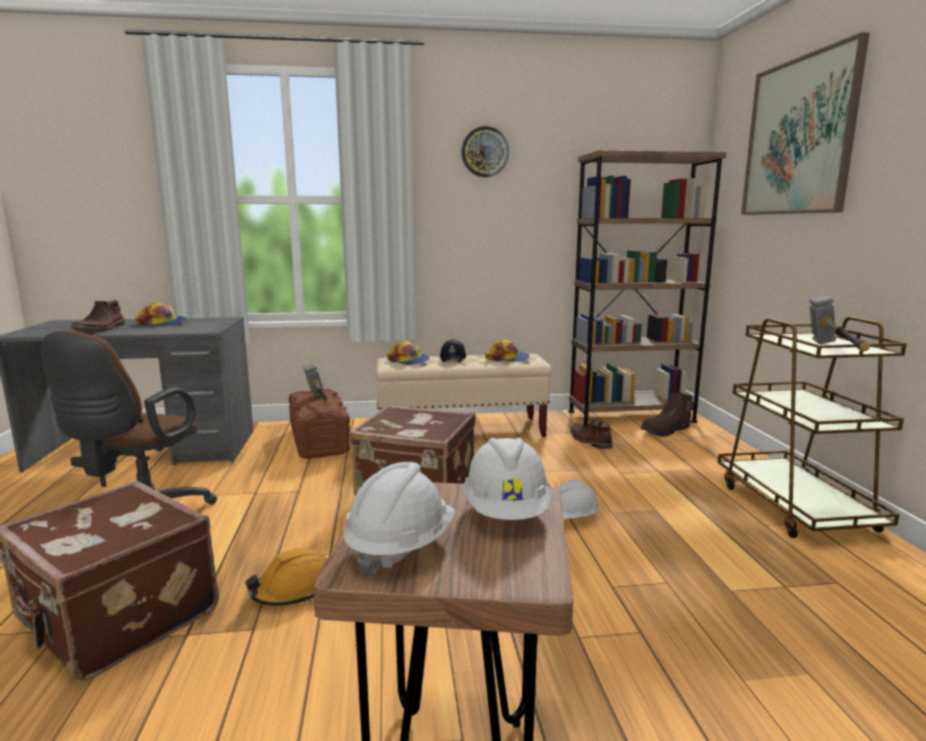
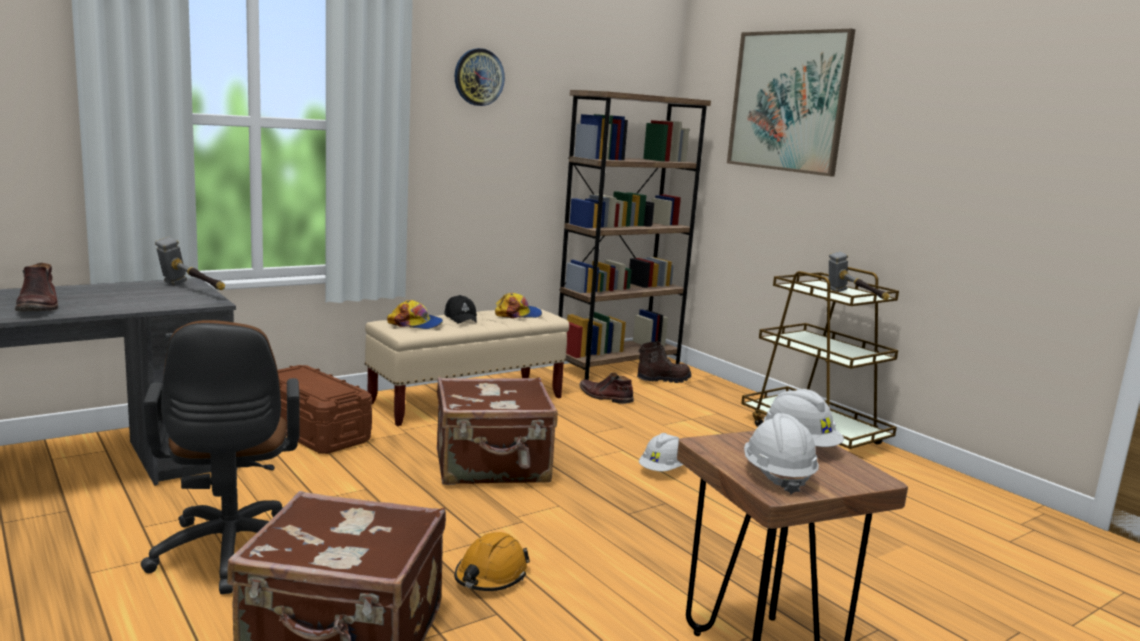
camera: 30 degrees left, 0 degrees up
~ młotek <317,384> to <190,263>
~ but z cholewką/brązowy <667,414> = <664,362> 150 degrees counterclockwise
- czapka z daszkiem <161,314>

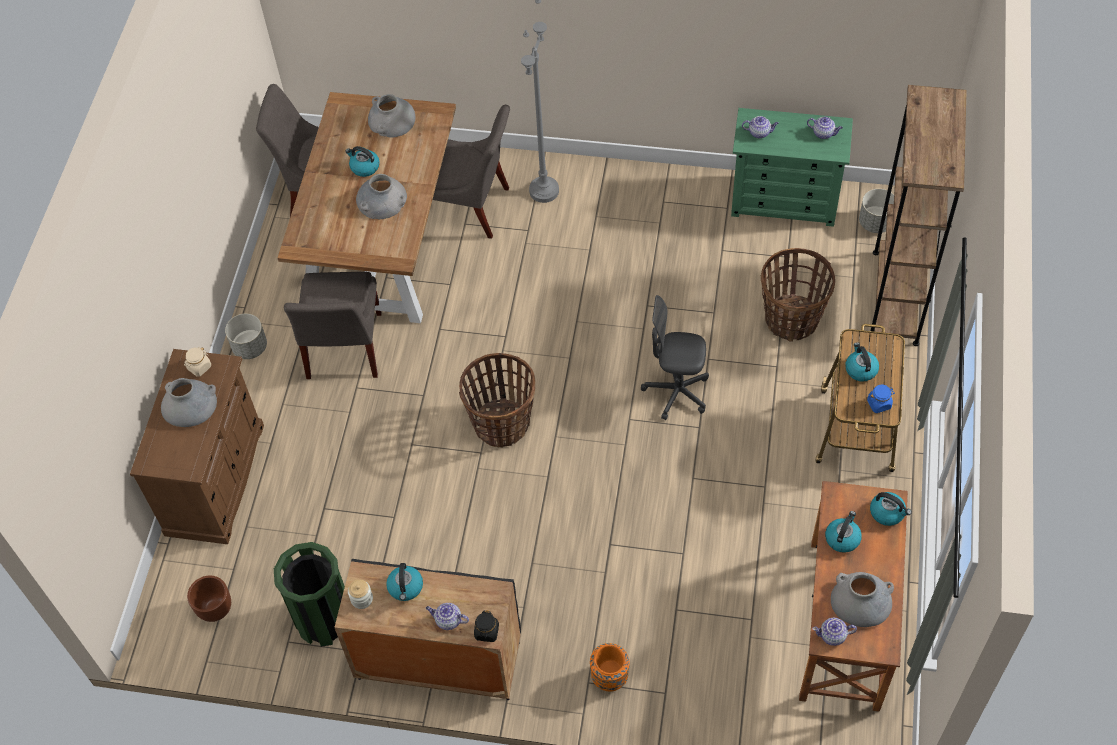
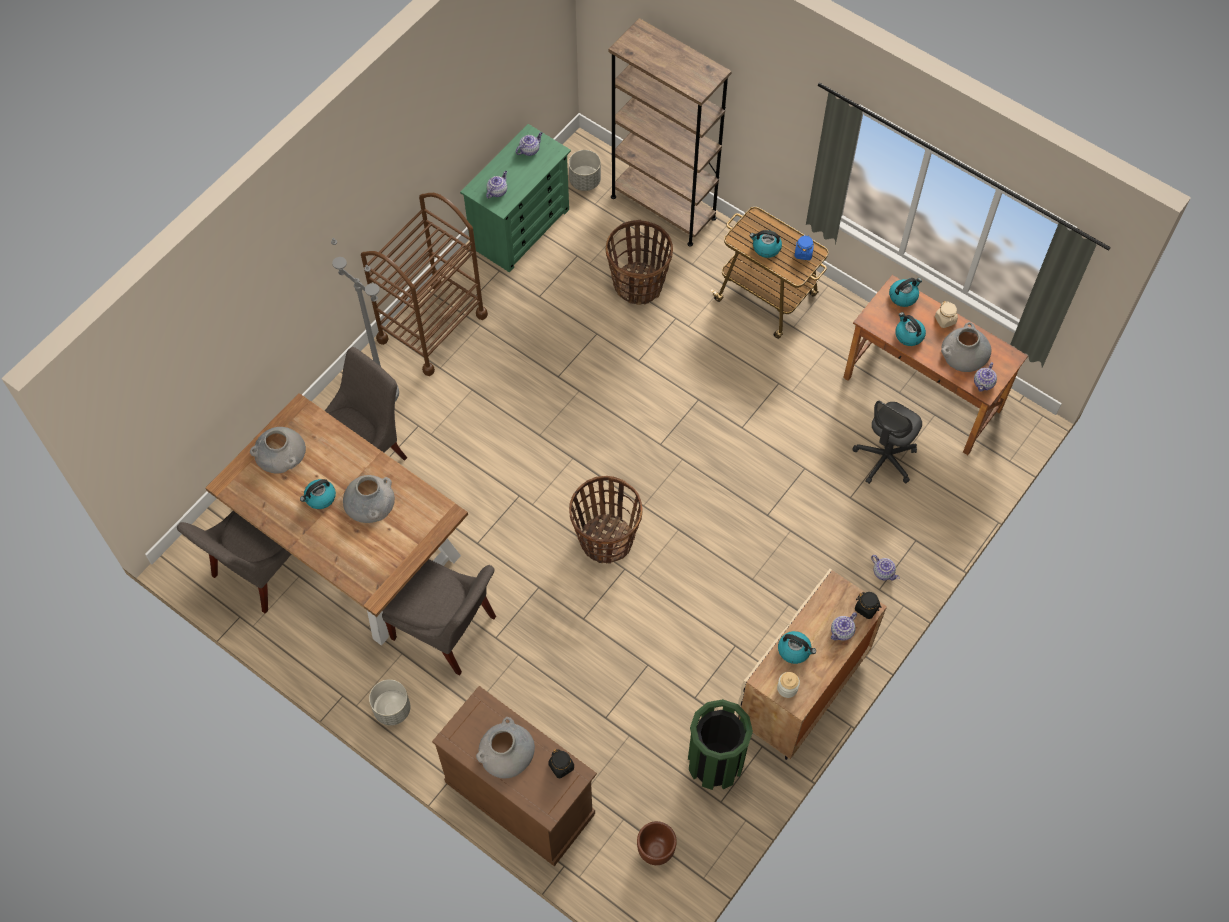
camera: 65 degrees left, 5 degrees up
+ wózek/brązowy <424,284>
+ słoik/czarny <561,763>
~ szafka/czarny <428,629> to szafka/beżowy <811,664>
~ krzesło biurowe/szary <675,357> to <887,442>
~ wazon/pomarańczowy <610,667> to imbryk <885,568>
~ słoik/beżowy <197,362> to <946,314>

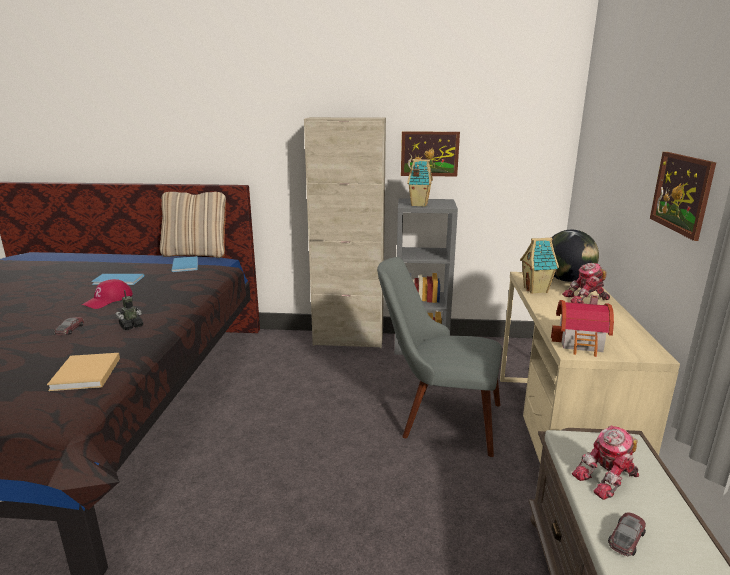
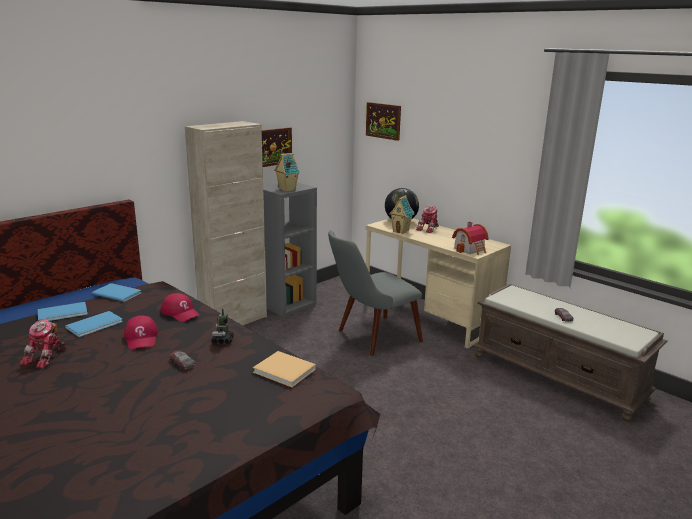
camera: 50 degrees left, 0 degrees up
~ robot zabawkowy <605,462> to <43,344>
+ książka/niebieski <62,311>
+ czapka z daszkiem/czerwony <180,307>
~ obraz <683,196> to <383,121>
- poduszka/beżowy <193,225>

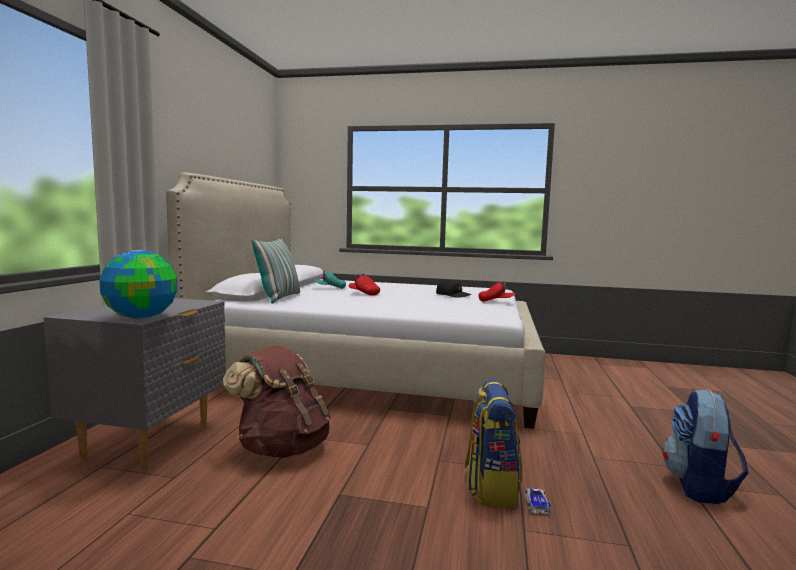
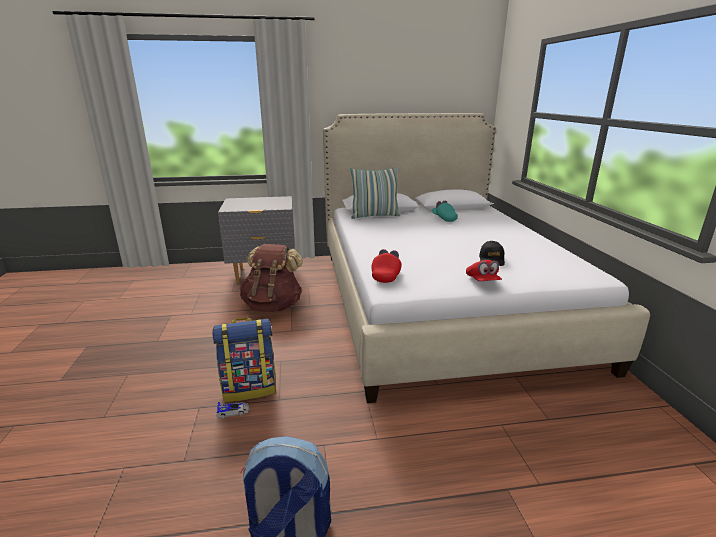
camera: 70 degrees right, 15 degrees up
~ czapka z daszkiem/czerwony <364,284> to <386,266>
- globus <138,284>

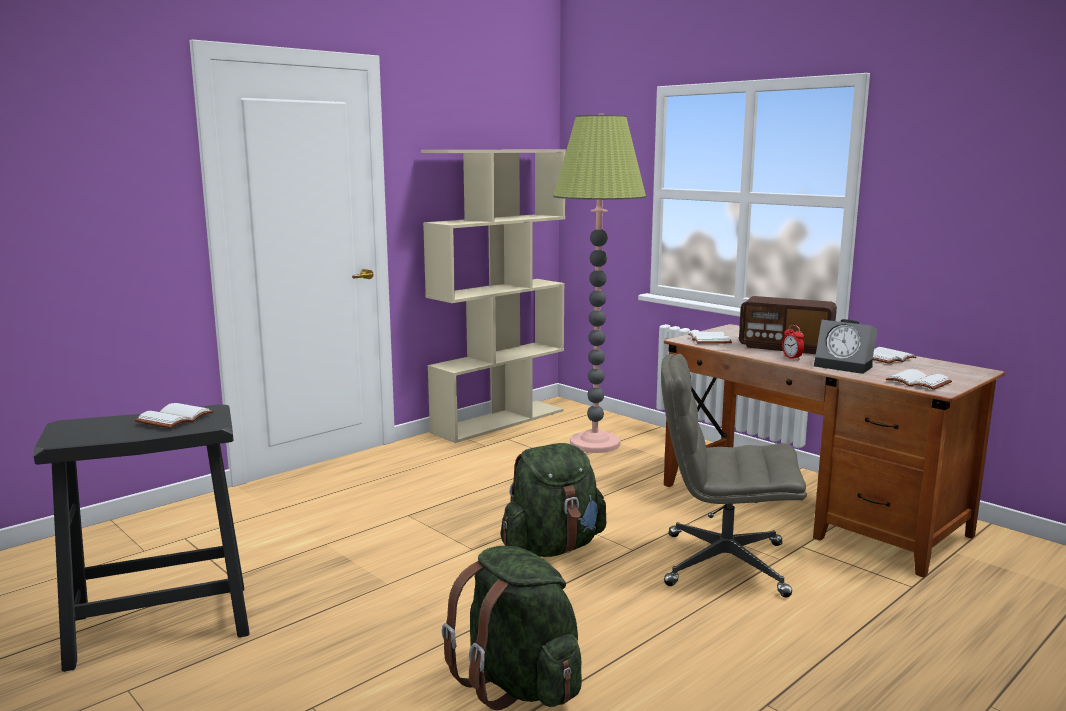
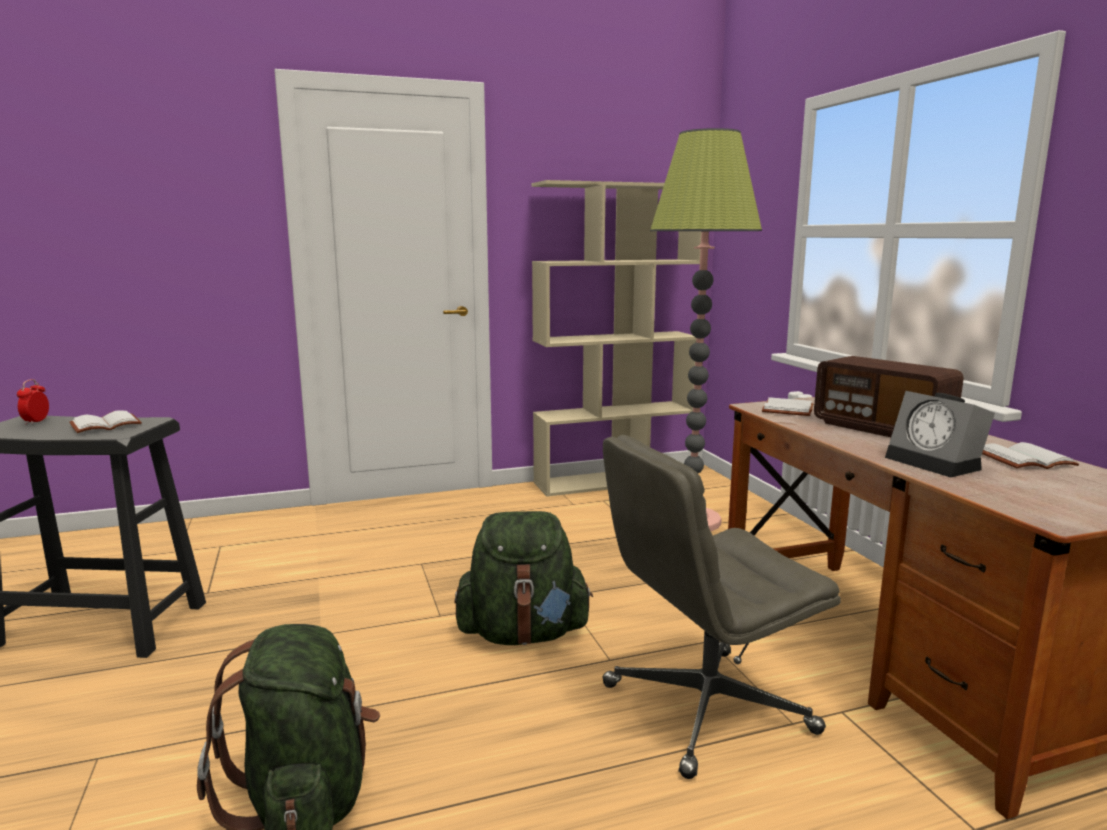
camera: 25 degrees right, 0 degrees up
~ budzik <793,342> to <33,402>
~ krzesło biurowe/szary <734,476> = <721,607> 60 degrees counterclockwise
- książka/biały <919,379>

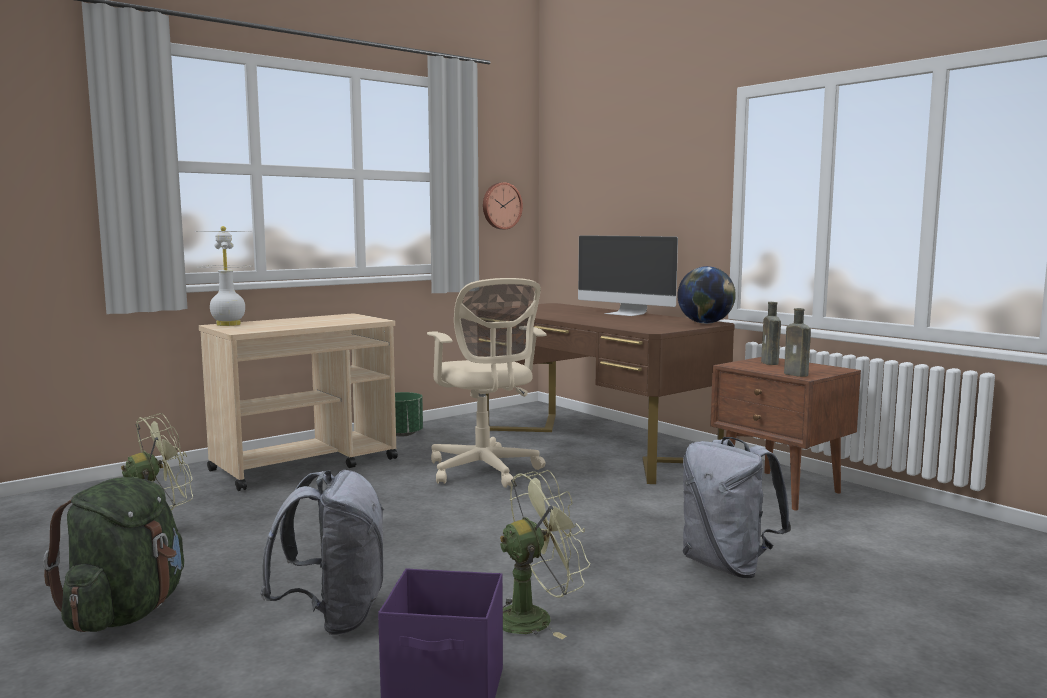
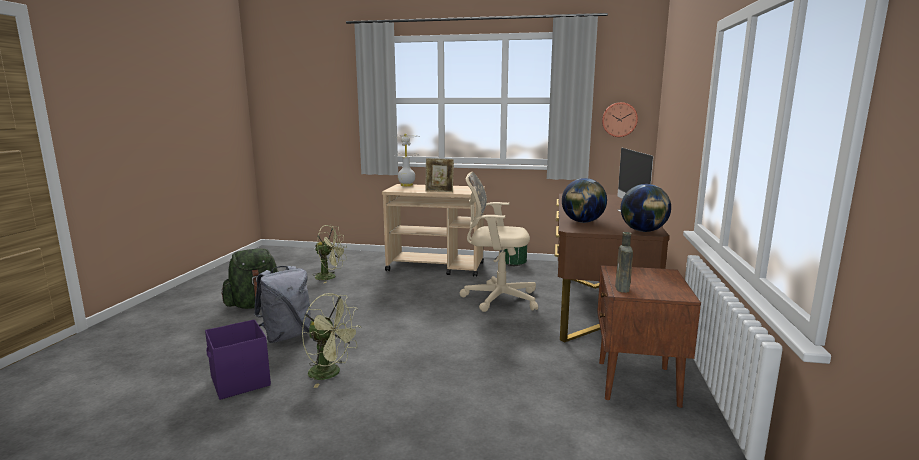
camera: 50 degrees right, 5 degrees up
+ ramka na zdjęcie <439,175>
~ krzesło biurowe/beżowy <487,383> = <499,242> 75 degrees clockwise
+ globus <584,200>
- plecak/szary <737,507>
- butelka/brązowy <771,333>

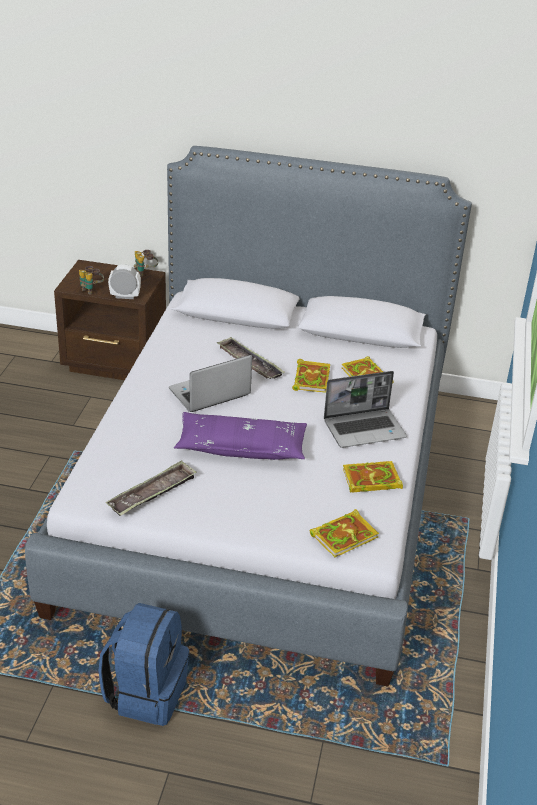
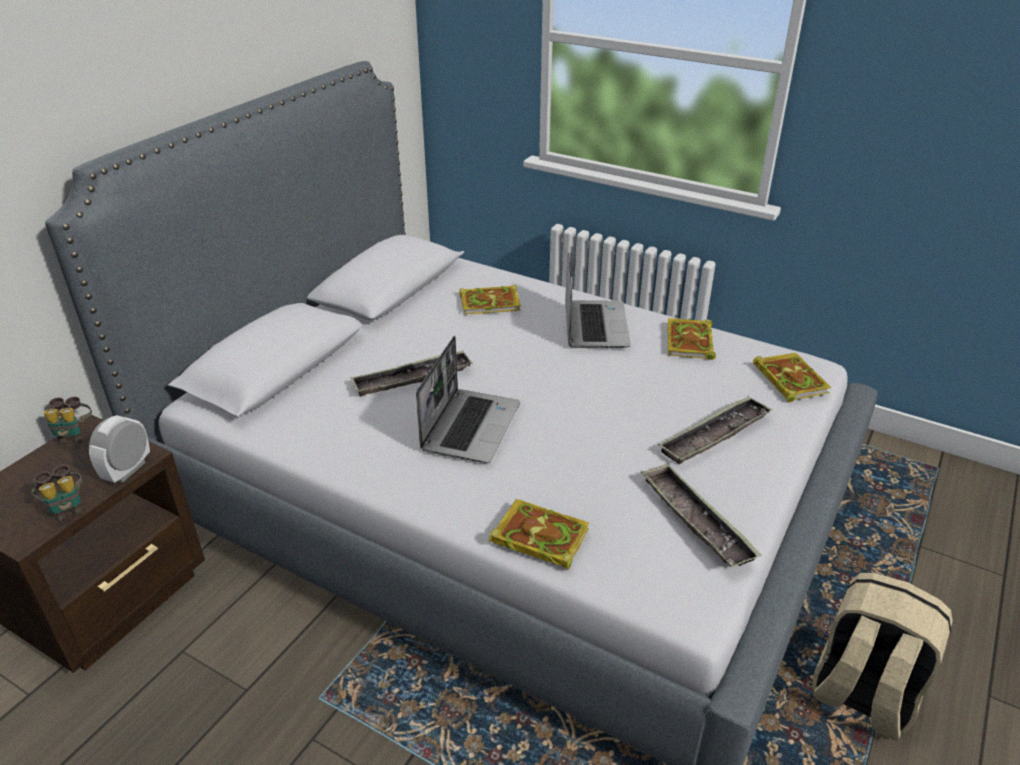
camera: 70 degrees left, 0 degrees up
~ laptop <210,383> = <468,399> 150 degrees counterclockwise
~ książka <311,376> to <539,534>
+ taca <715,430>
~ plecak/niebieski <143,664> to plecak/beżowy <883,657>
- poduszka/fioletowy <240,436>

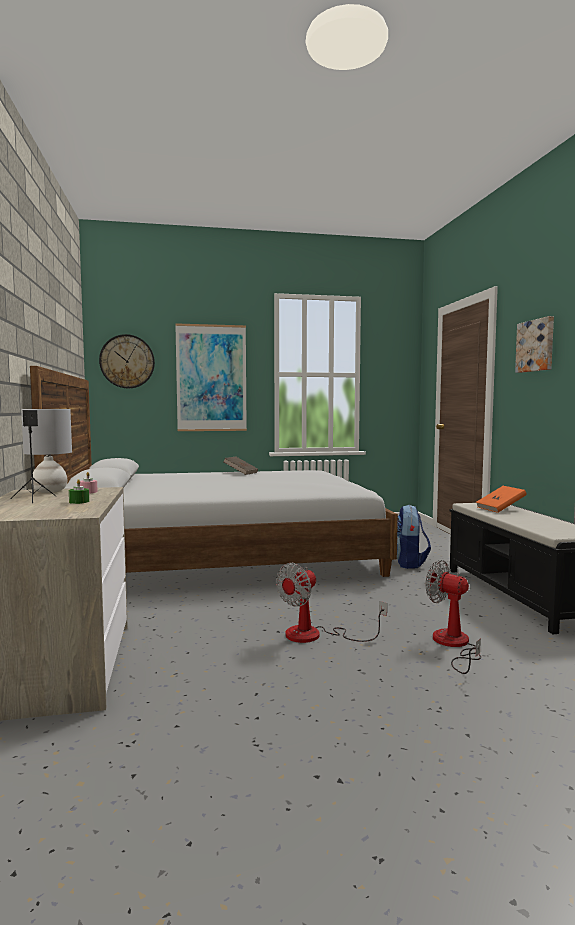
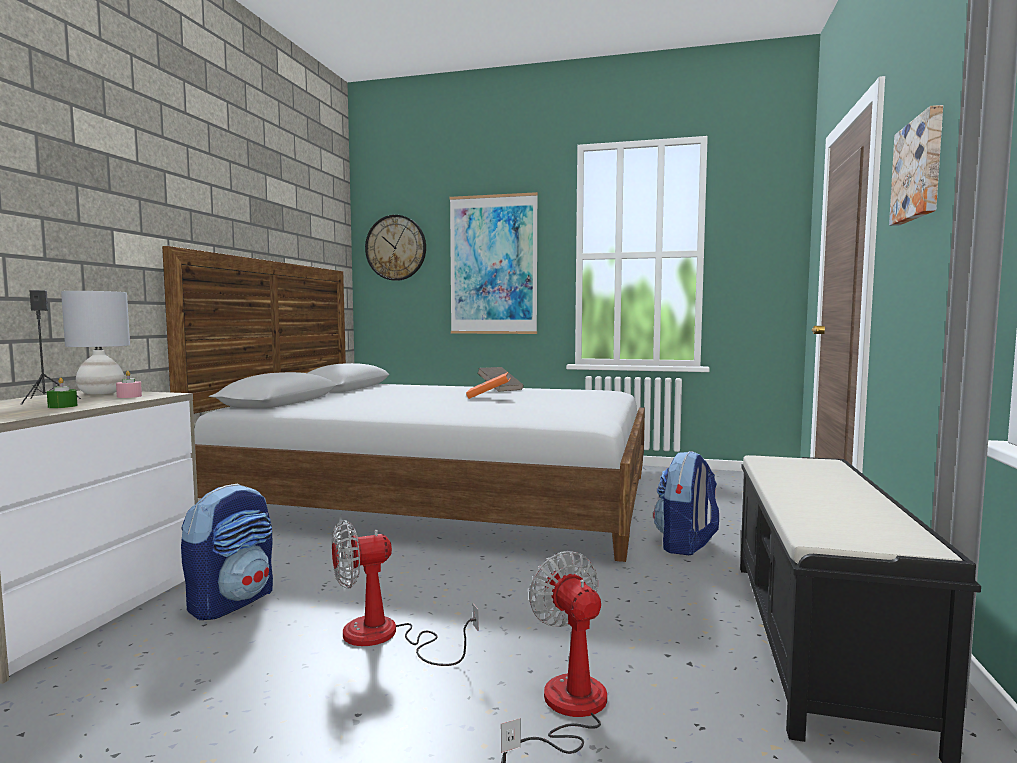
camera: 25 degrees right, 0 degrees up
+ plecak <227,551>
~ książka/pomarańczowy <501,499> to <488,385>

